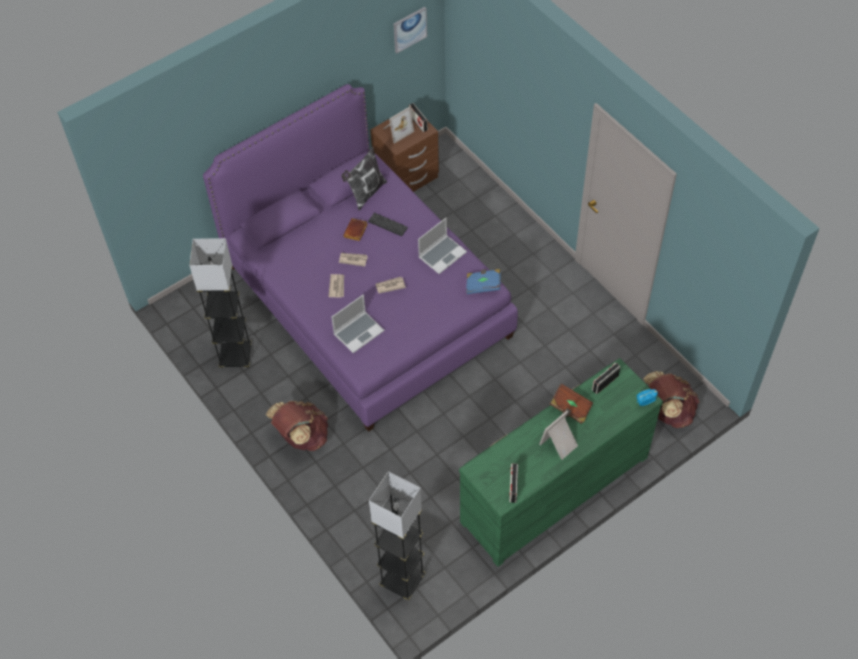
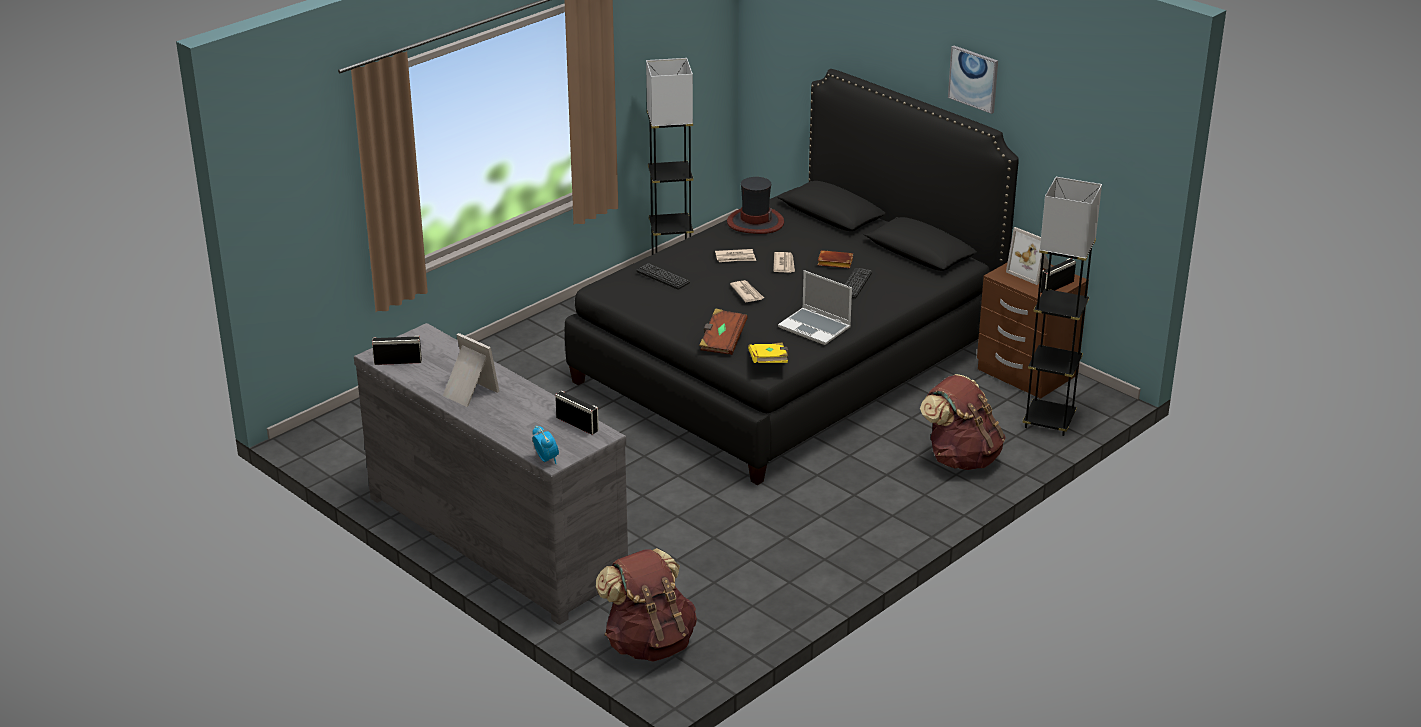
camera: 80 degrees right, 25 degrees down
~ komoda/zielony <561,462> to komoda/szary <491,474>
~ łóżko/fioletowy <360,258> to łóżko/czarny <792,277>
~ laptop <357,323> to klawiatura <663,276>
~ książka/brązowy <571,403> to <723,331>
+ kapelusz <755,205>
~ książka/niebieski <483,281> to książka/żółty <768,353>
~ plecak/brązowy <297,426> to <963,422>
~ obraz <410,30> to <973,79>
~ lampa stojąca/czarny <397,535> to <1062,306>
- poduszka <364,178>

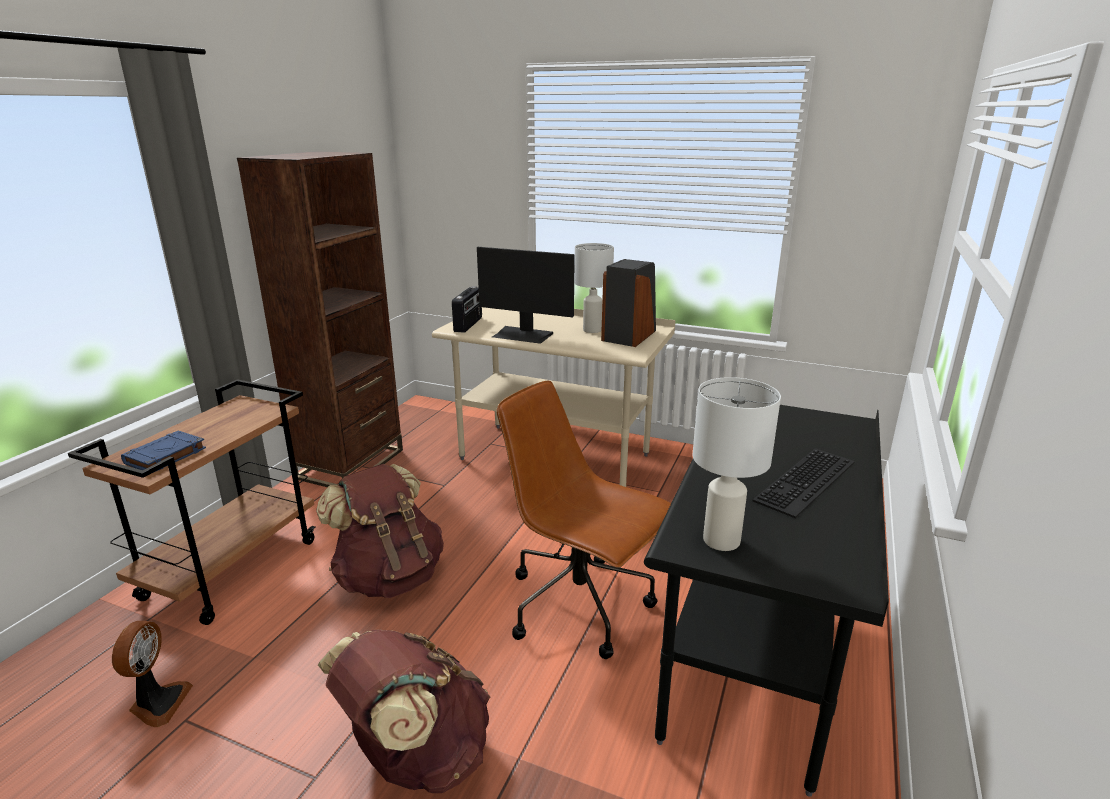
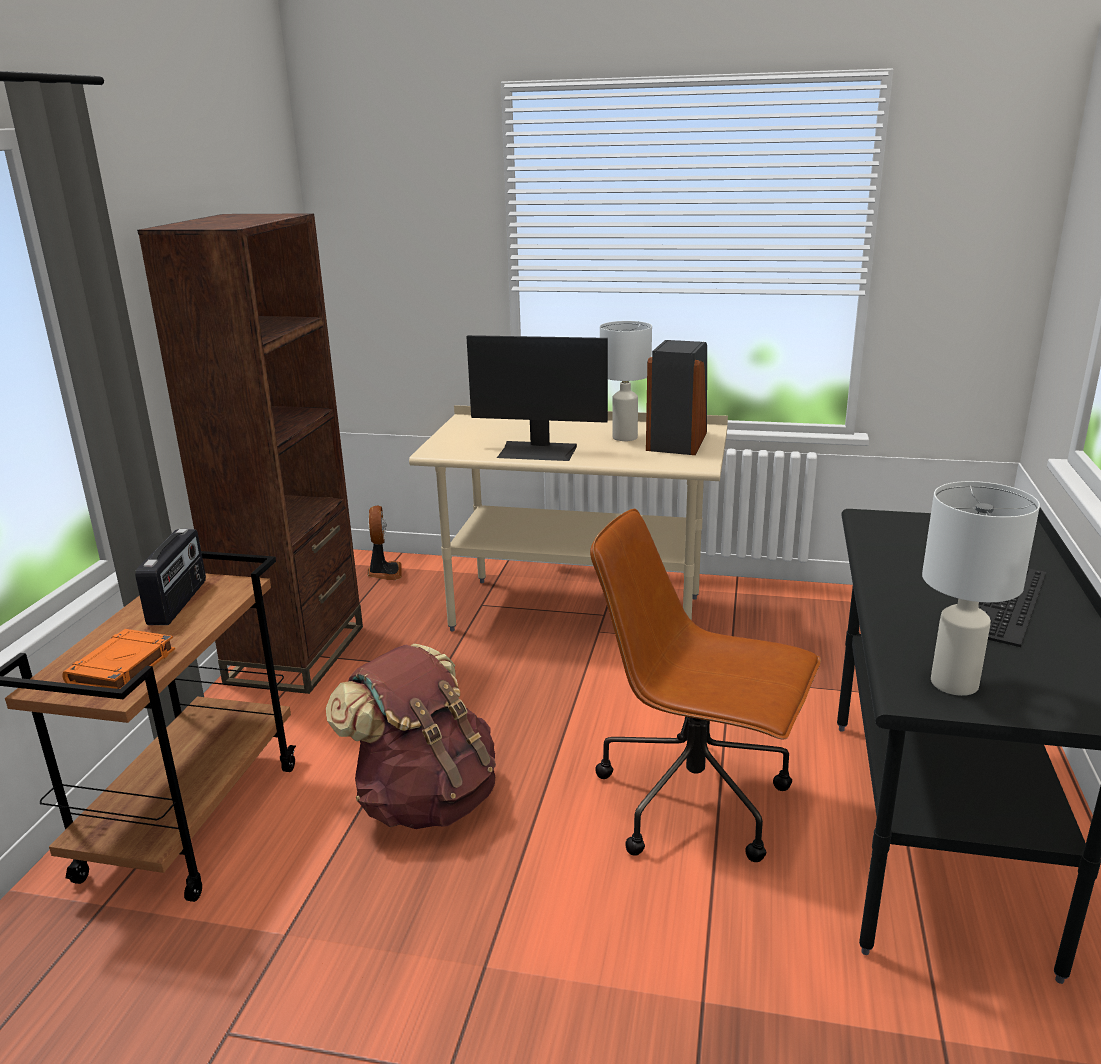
camera: 10 degrees left, 0 degrees up
~ książka/niebieski <163,451> to książka/pomarańczowy <118,659>
~ radio <467,309> to <170,577>
~ wentylator <152,674> to <384,543>
- plecak/brązowy <404,711>

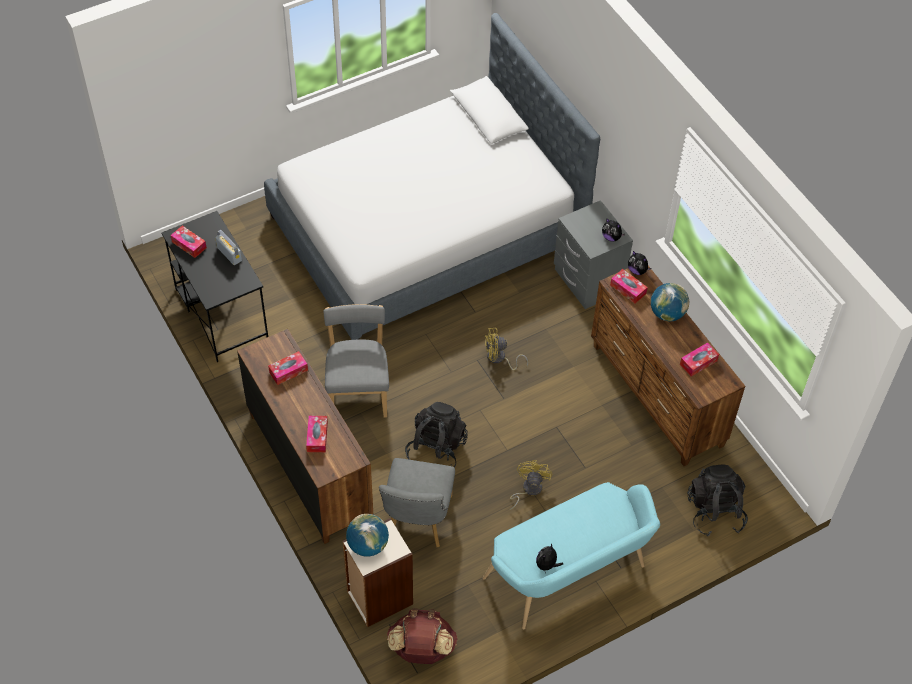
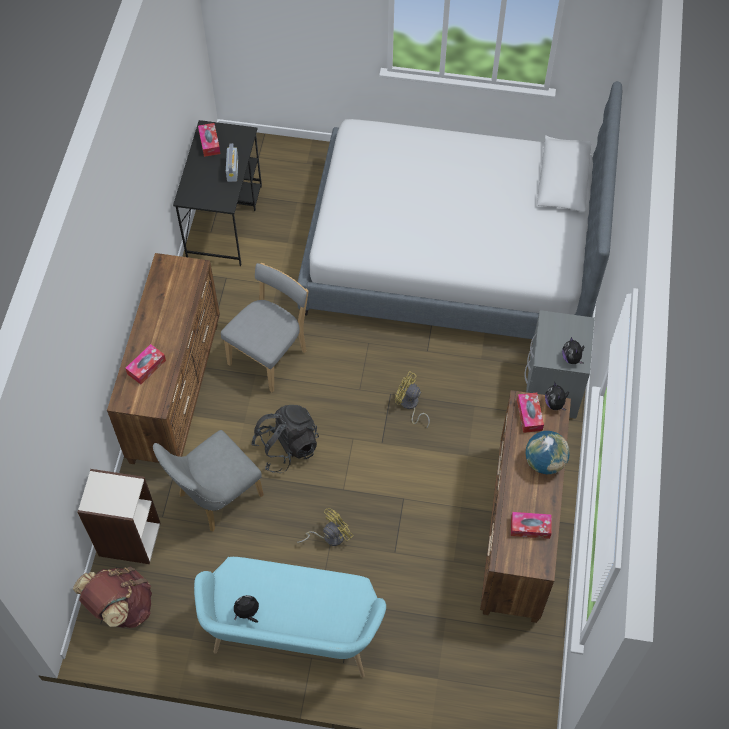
camera: 40 degrees right, 5 degrees up
- pudełko chusteczek <288,368>
- globus <367,535>
- plecak/czarny <717,500>

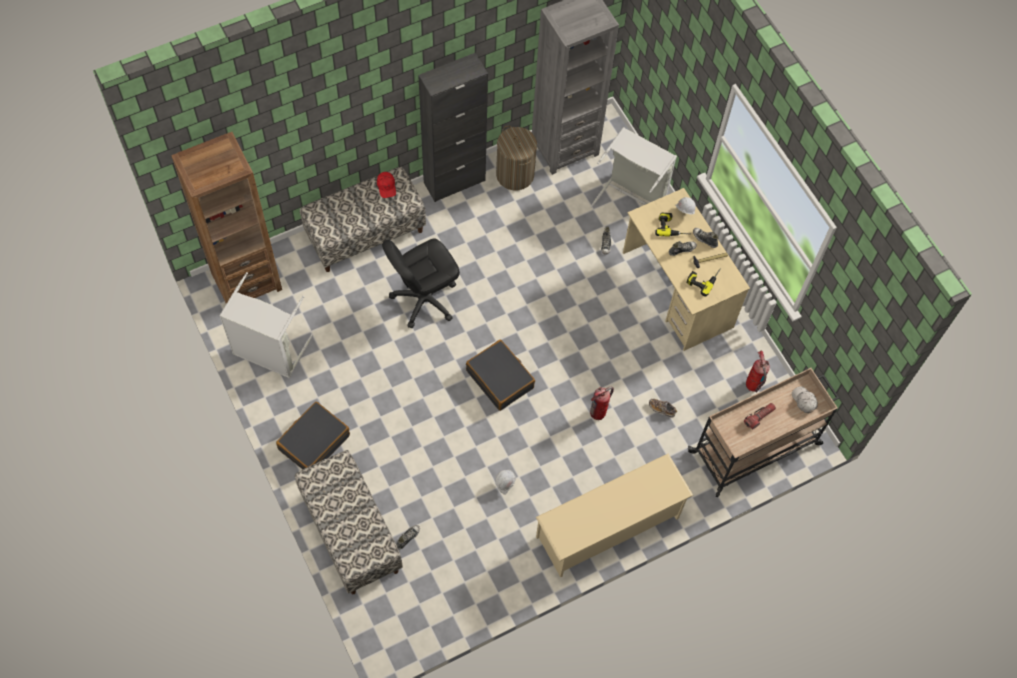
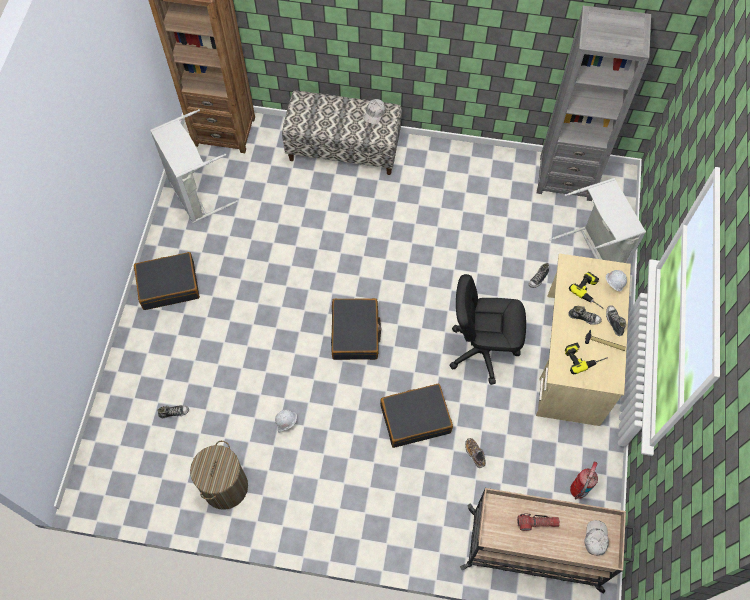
camera: 40 degrees right, 0 degrees up
~ kosz na pranie <516,158> to <219,475>
~ czapka z daszkiem/czerwony <386,185> to czapka z daszkiem/biały <374,112>
~ gaśnica <602,403> to walizka/czarny <416,416>
~ krzesło biurowe/czarny <421,284> to <487,329>
- ławka <349,522>
- szafka/czarny <453,127>
- regał na buty/beżowy <614,516>

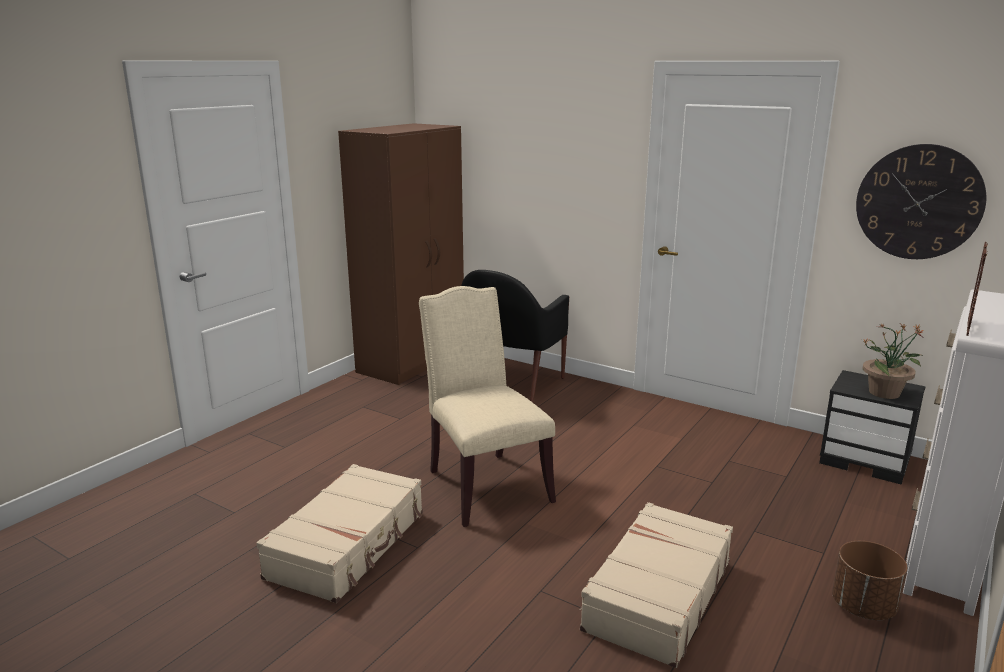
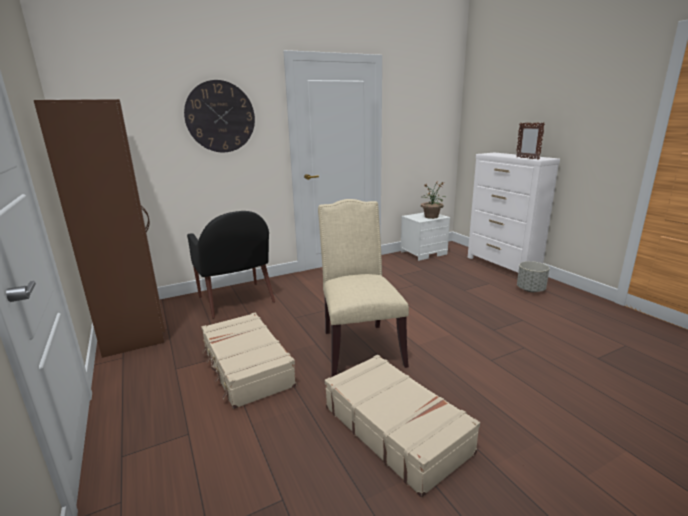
camera: 60 degrees left, 0 degrees up
~ zegar ścienny <921,201> to <219,116>
~ walizka/beżowy <656,585> to <249,360>
~ krzesło/beżowy <487,406> = <363,288> 75 degrees clockwise
~ szafka nocna/czarny <872,427> to szafka nocna/biały <425,237>
~ donica/brązowy <869,580> to donica/szary <533,276>

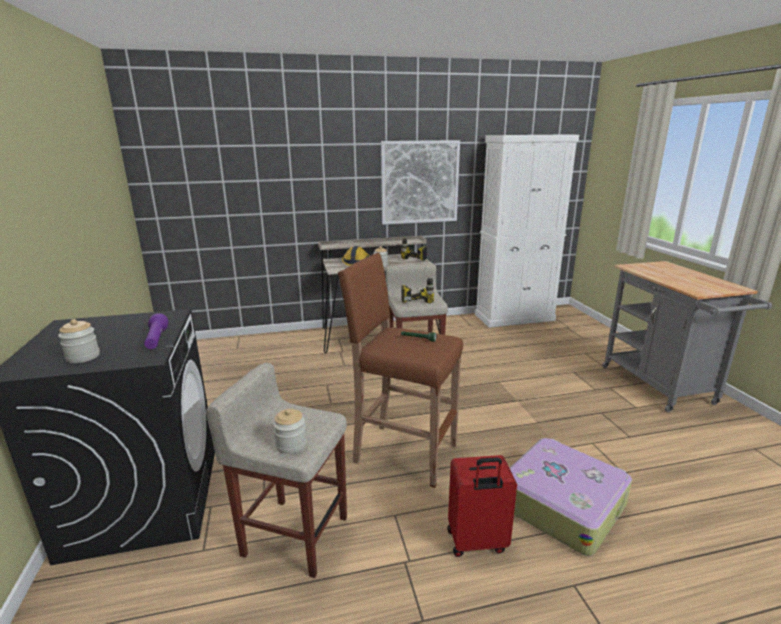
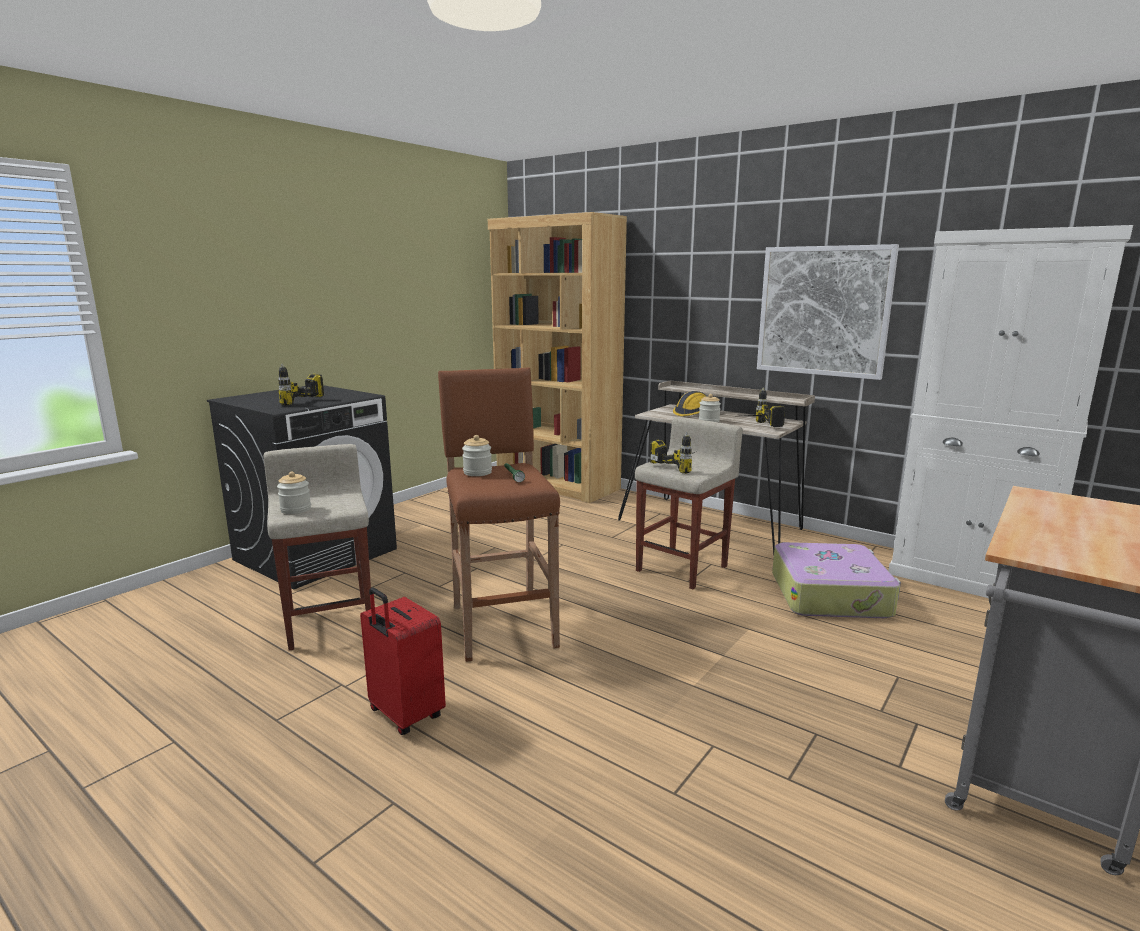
camera: 50 degrees right, 5 degrees down
~ latarka/fioletowy <156,331> to wiertarka <301,384>
~ słoik <79,341> to <477,455>
+ regał/brązowy <557,357>
~ walizka <571,497> to <836,580>

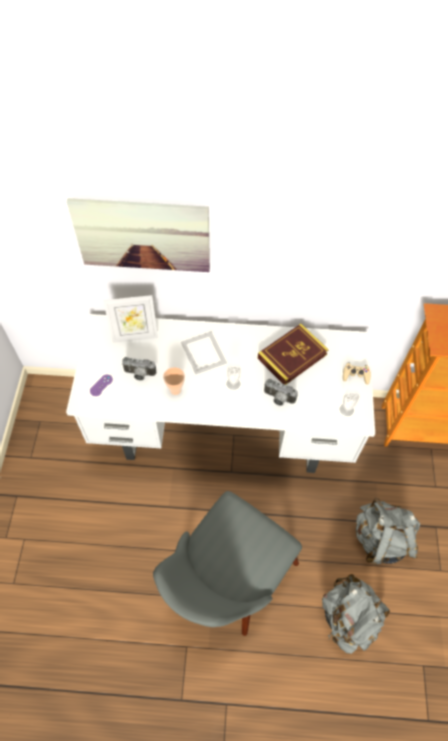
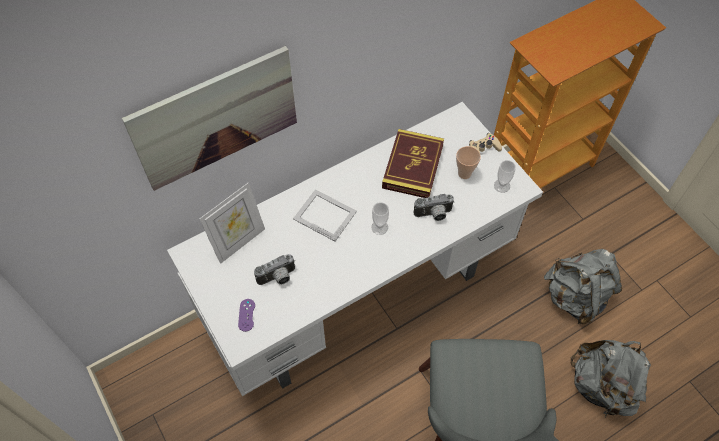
camera: 35 degrees left, 0 degrees up
~ filiżanka <174,381> to <468,162>

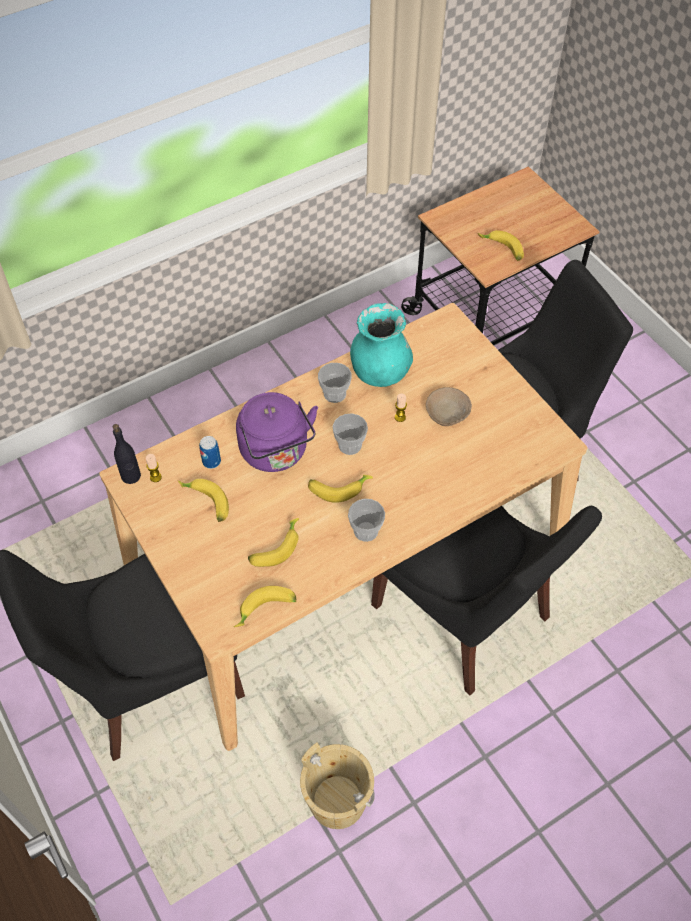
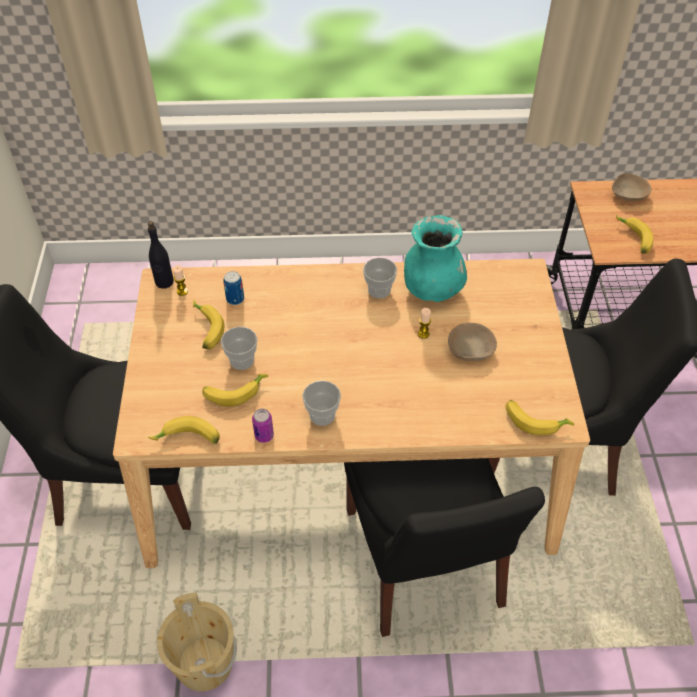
camera: 30 degrees right, 5 degrees down
~ filiżanka <350,434> to <239,348>
+ puszka <263,426>
~ banan <340,489> to <540,417>
+ miska/beżowy <631,187>
- czajnik/fioletowy <277,432>

